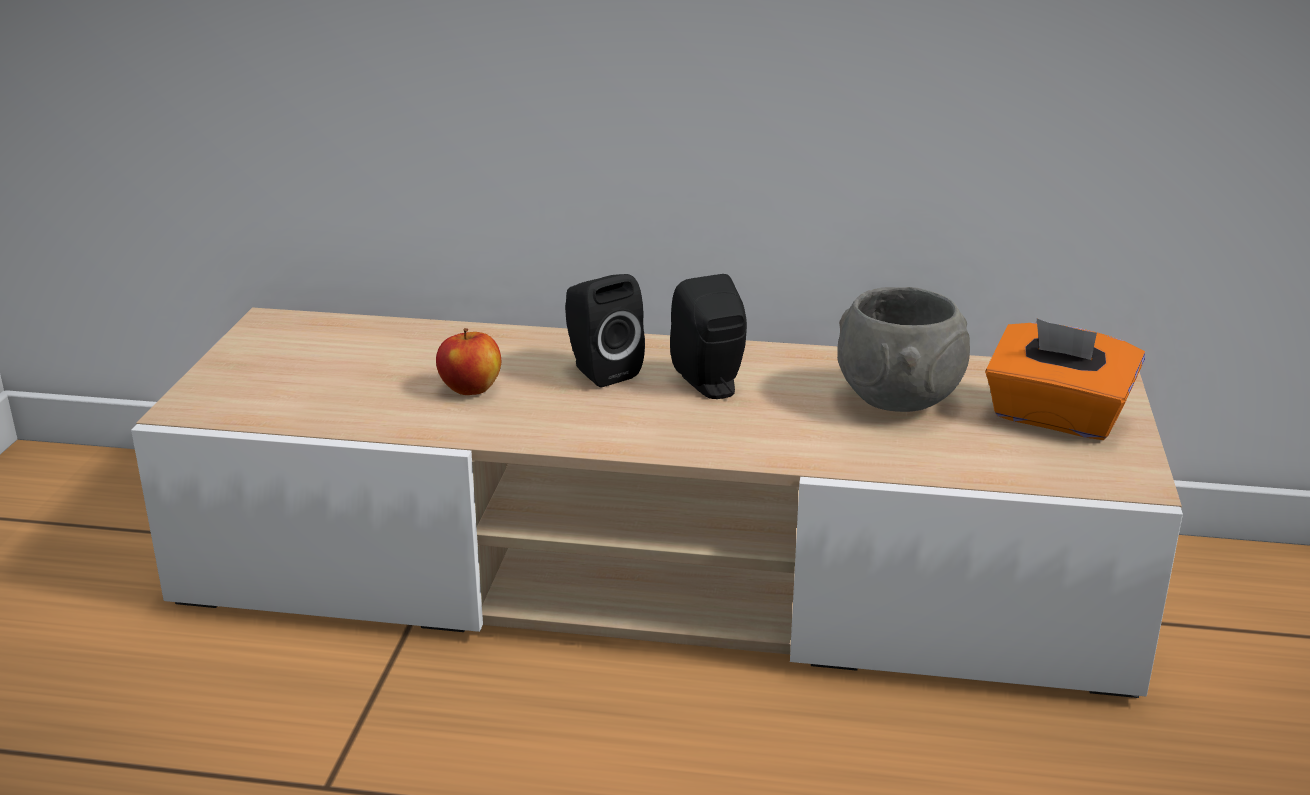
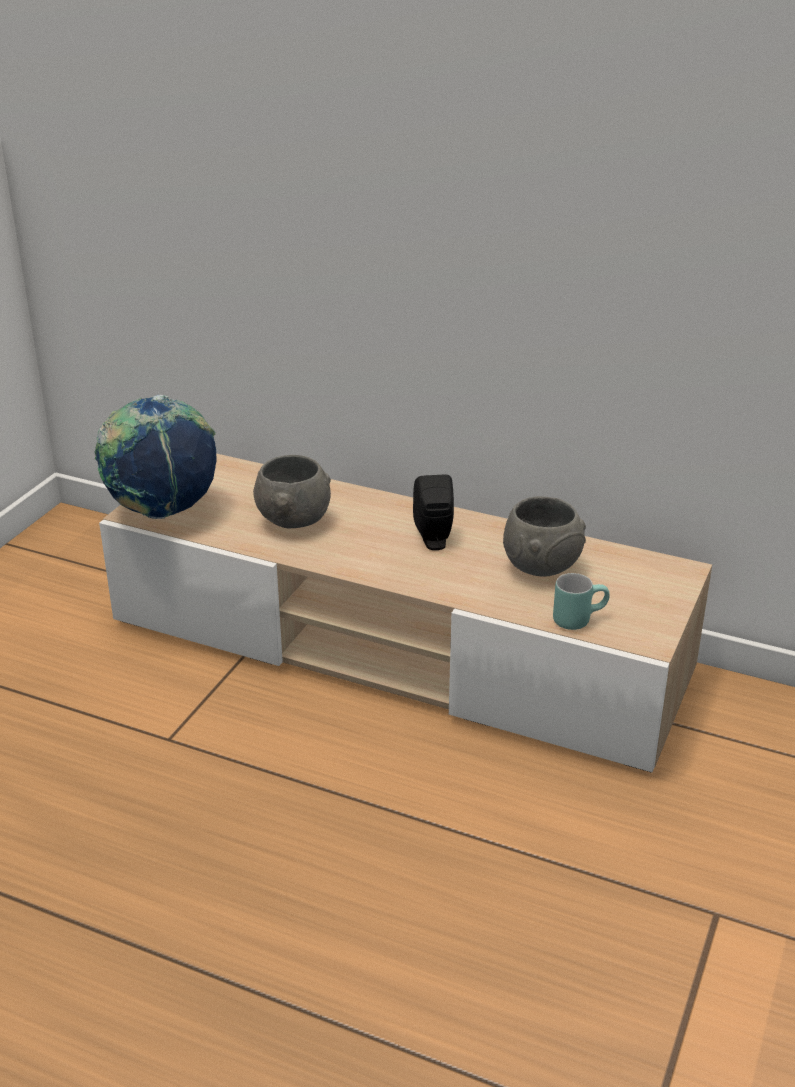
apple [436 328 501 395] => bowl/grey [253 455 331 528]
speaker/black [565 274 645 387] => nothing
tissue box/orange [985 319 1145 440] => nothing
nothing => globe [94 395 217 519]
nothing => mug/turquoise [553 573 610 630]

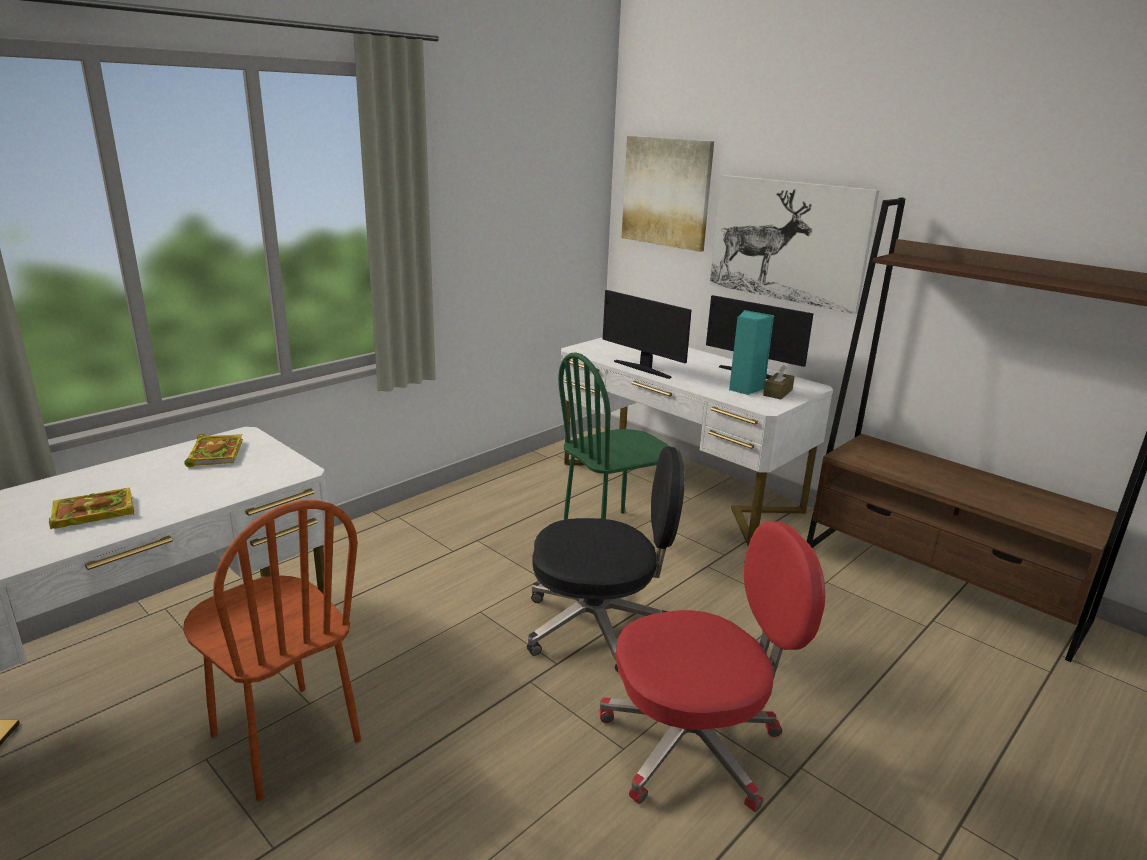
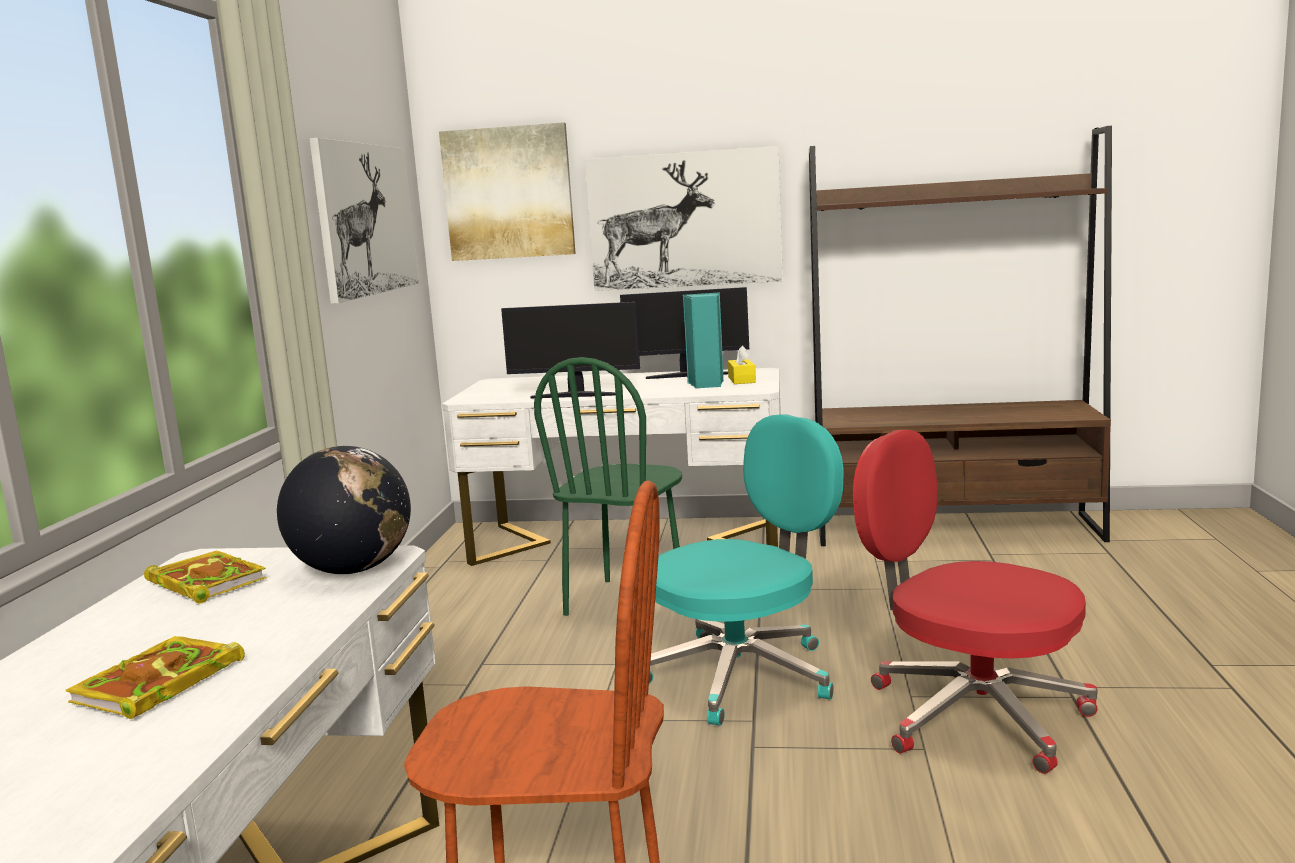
office chair/black [527 446 685 672] => office chair/turquoise [649 415 843 726]
office chair/red [599 521 825 812] => office chair/red [853 430 1098 774], 90 degrees counterclockwise
tissue box/brown [763 365 795 399] => tissue box/yellow [728 346 756 384]
nothing => globe [277 446 411 574]
nothing => picture [309 138 419 304]

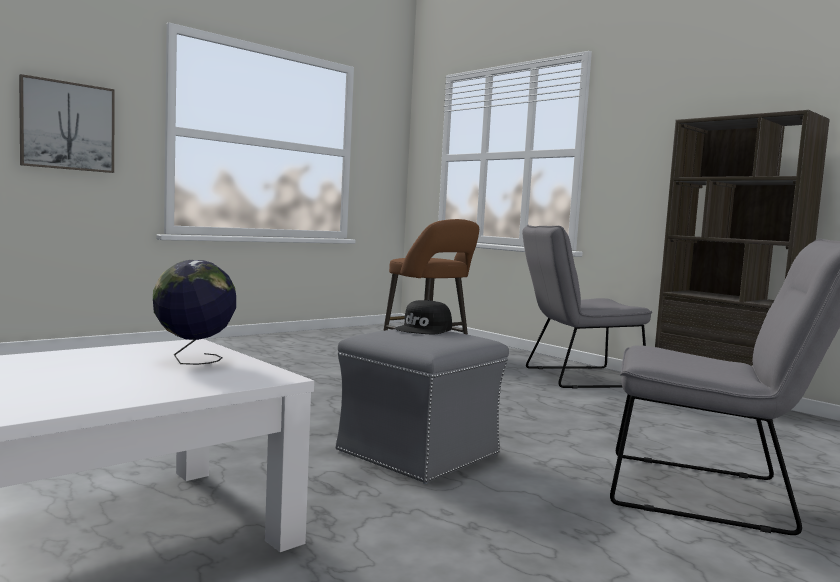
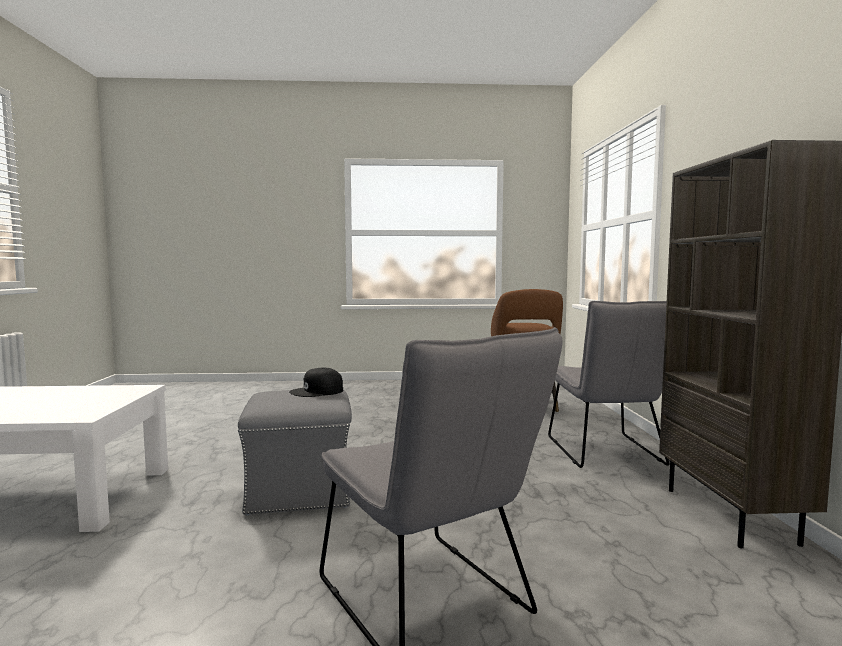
picture [19 74 115 173] => nothing
globe [153 260 236 365] => nothing
chair/grey [522 225 652 389] => chair/grey [548 301 669 468], 120 degrees counterclockwise

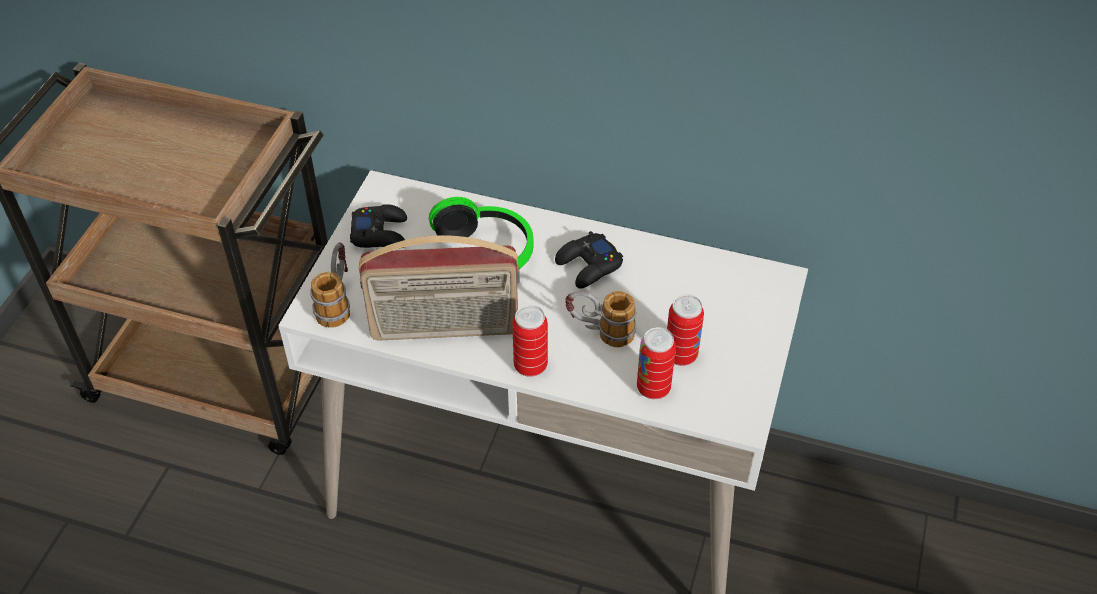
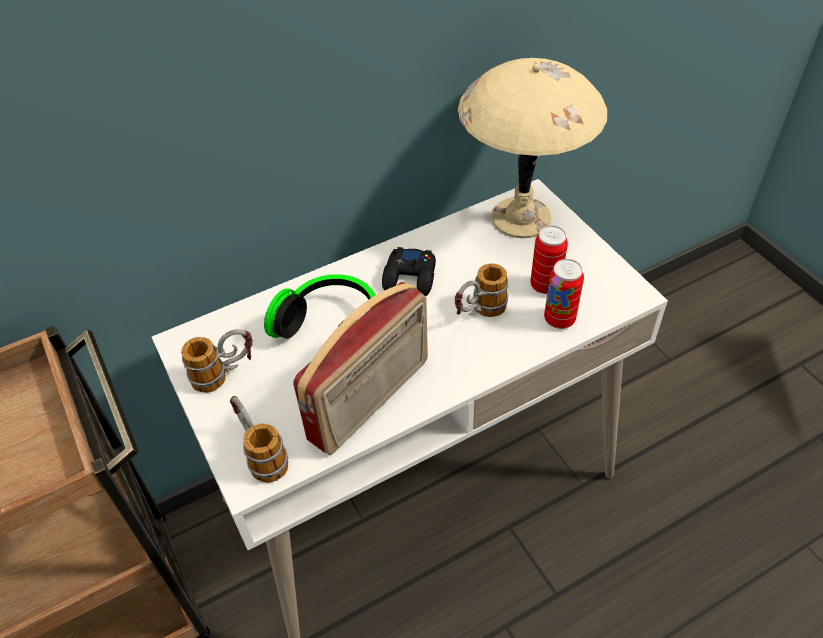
game controller/black [350 204 407 249] => mug [181 329 253 393]
can [512 305 548 377] => nothing
nothing => table lamp/beige [458 58 607 238]

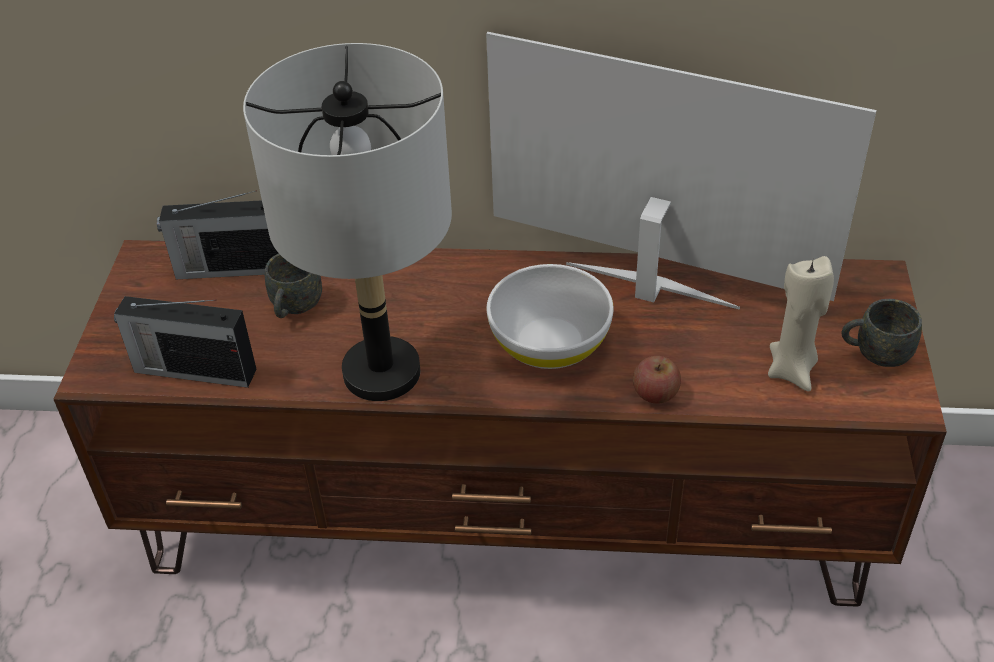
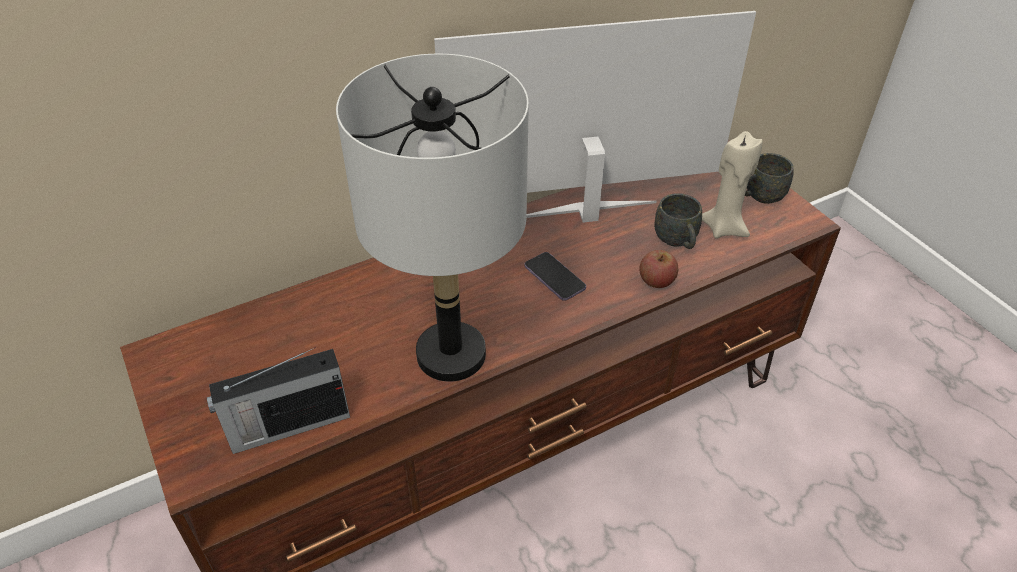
radio [157 190 278 279] => nothing
mug/grey [265 253 322 318] => mug/grey [654 193 702 249], relocated
bowl/white [487 264 614 369] => phone [525 252 586 301]

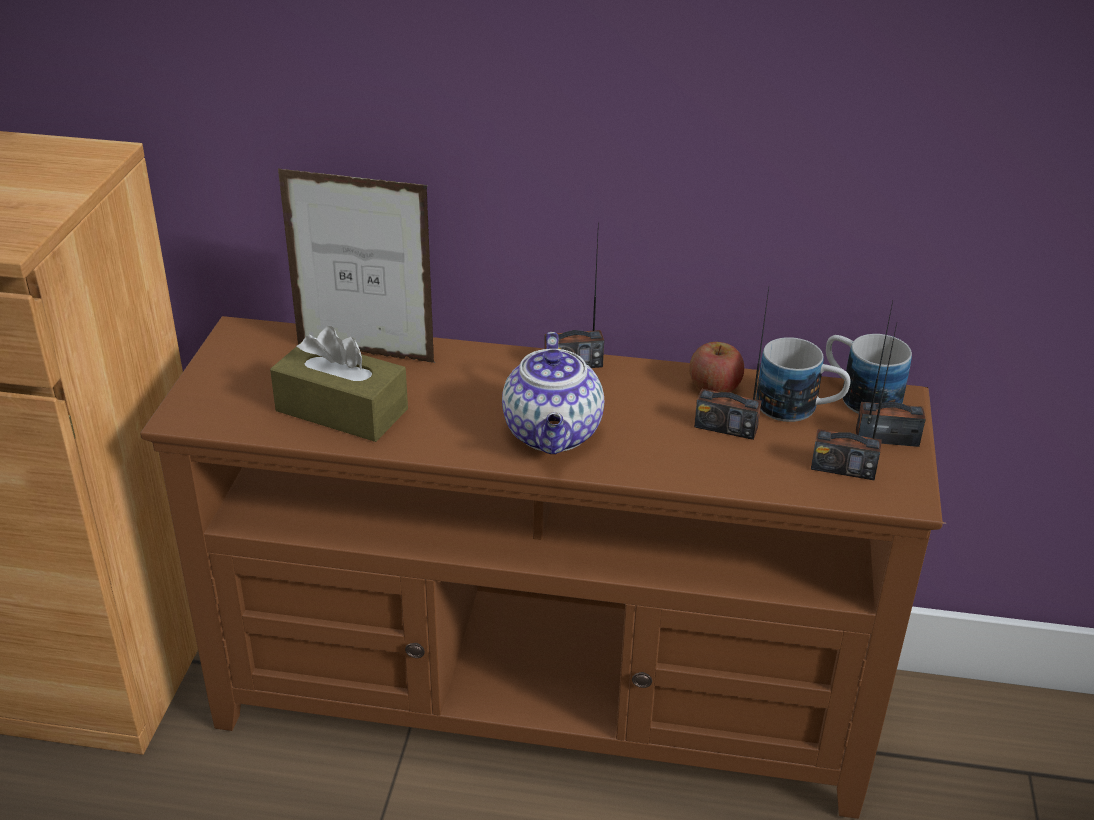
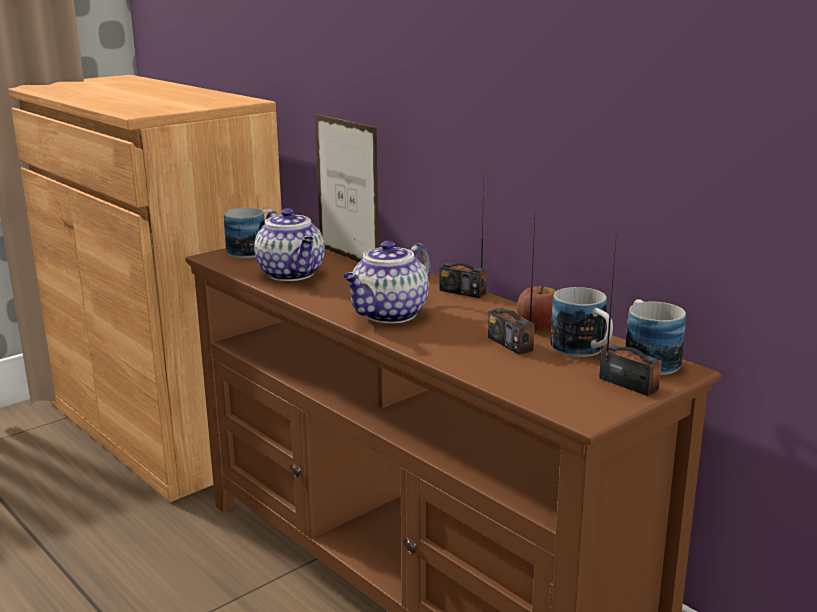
tissue box/brown [270 326 408 442] => teapot [254 208 325 281]
radio [811 323 897 481] => nothing
nothing => mug [224 208 272 258]

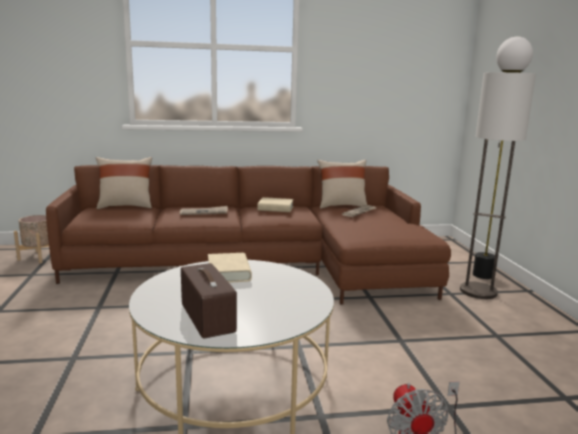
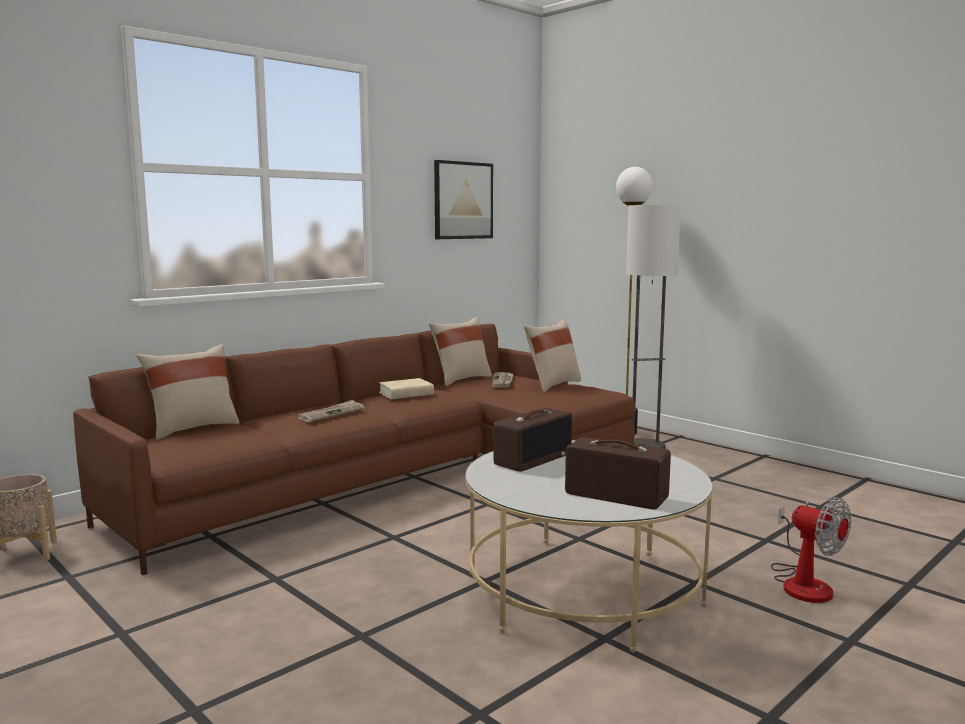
book/beige [208 253 252 283] => radio [494 408 572 472]
nothing => picture [434 160 493 239]
nothing => pillow/beige [524 319 581 392]

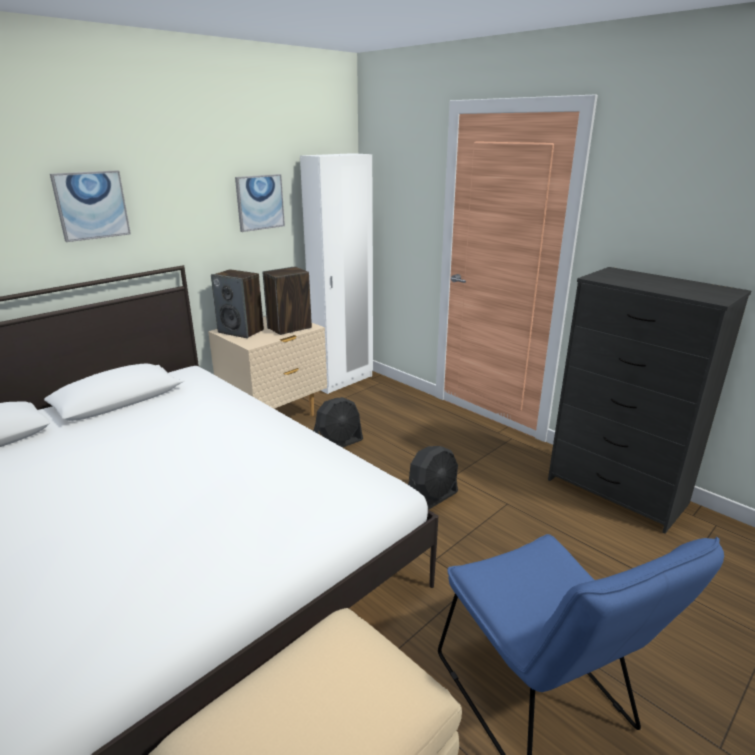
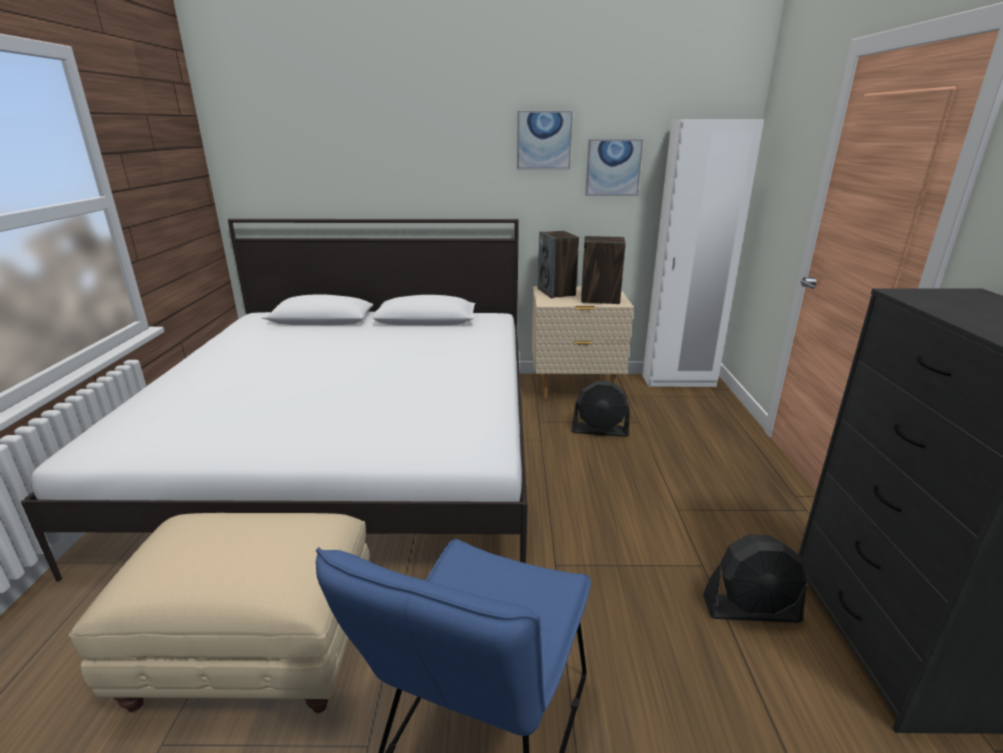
picture [50 170 131 242] => picture [517 111 573 169], relocated
fan/black [408 446 458 510] => fan/black [703 535 808 623], relocated

